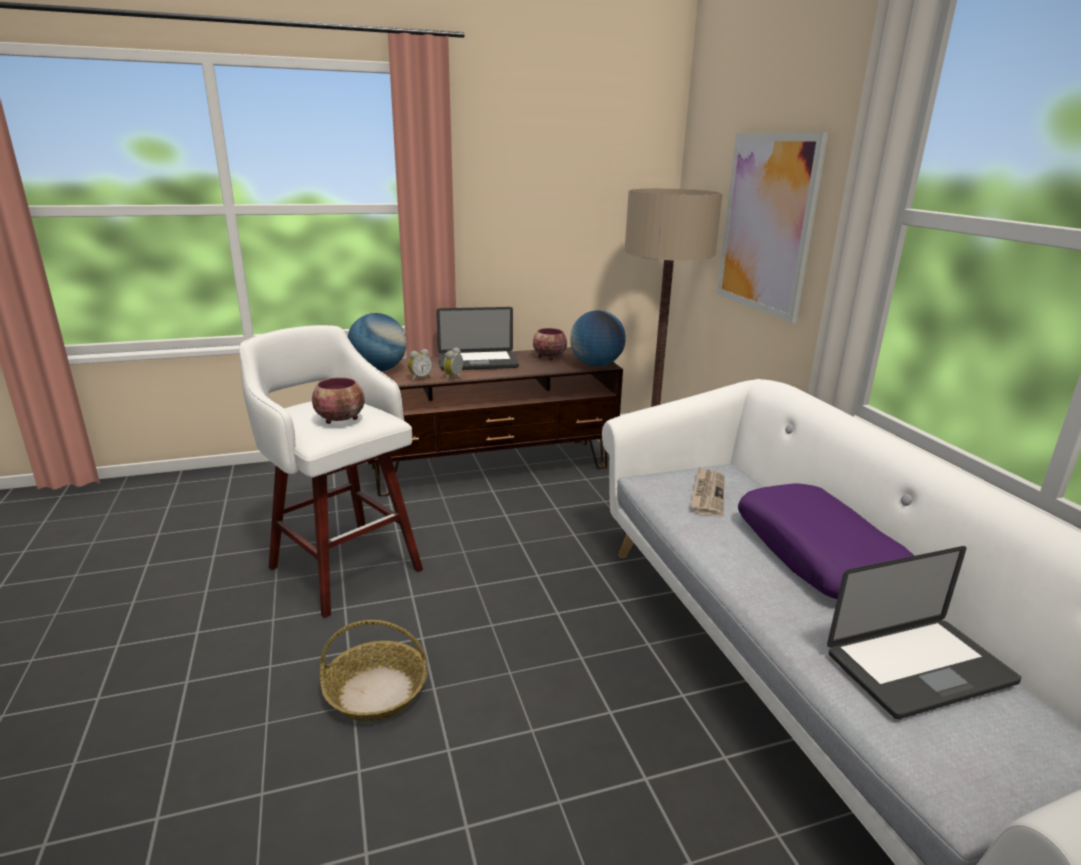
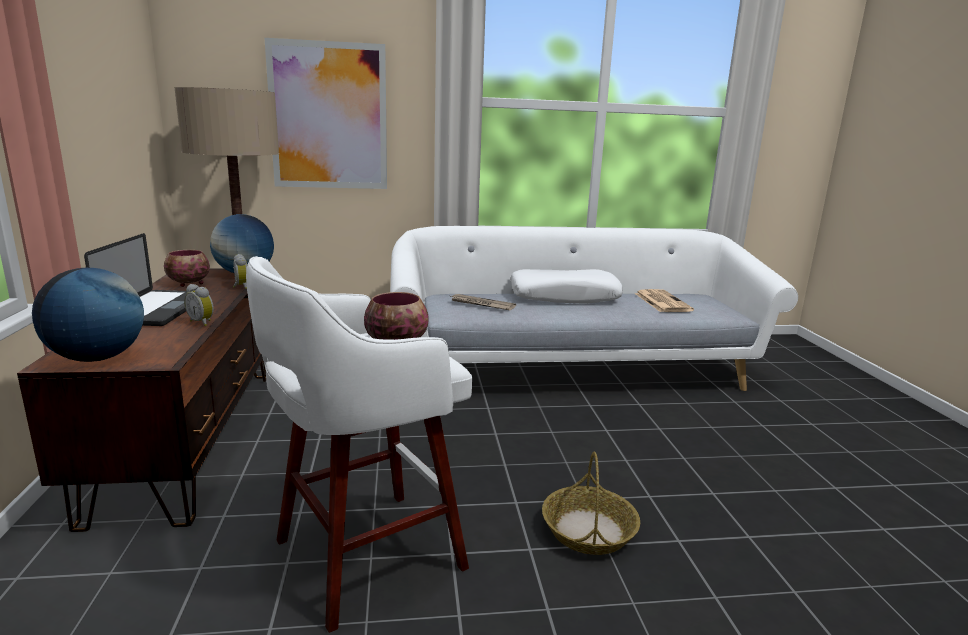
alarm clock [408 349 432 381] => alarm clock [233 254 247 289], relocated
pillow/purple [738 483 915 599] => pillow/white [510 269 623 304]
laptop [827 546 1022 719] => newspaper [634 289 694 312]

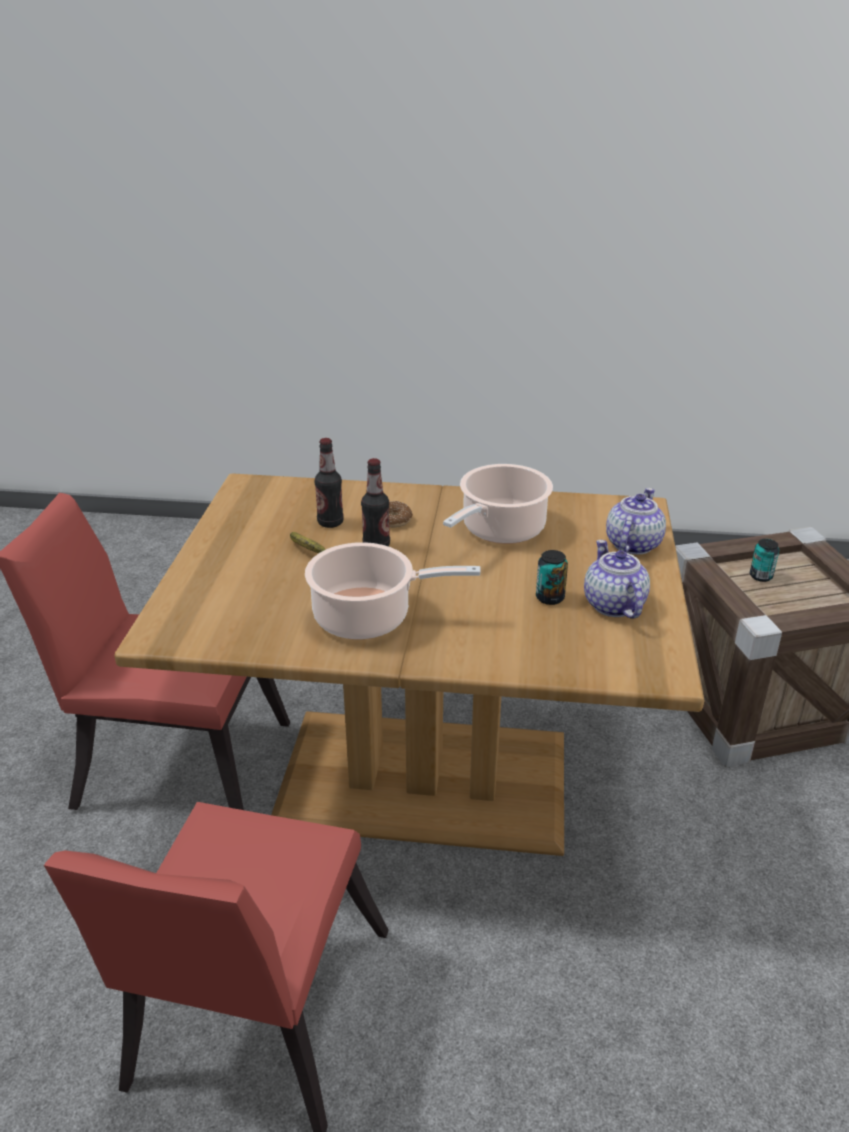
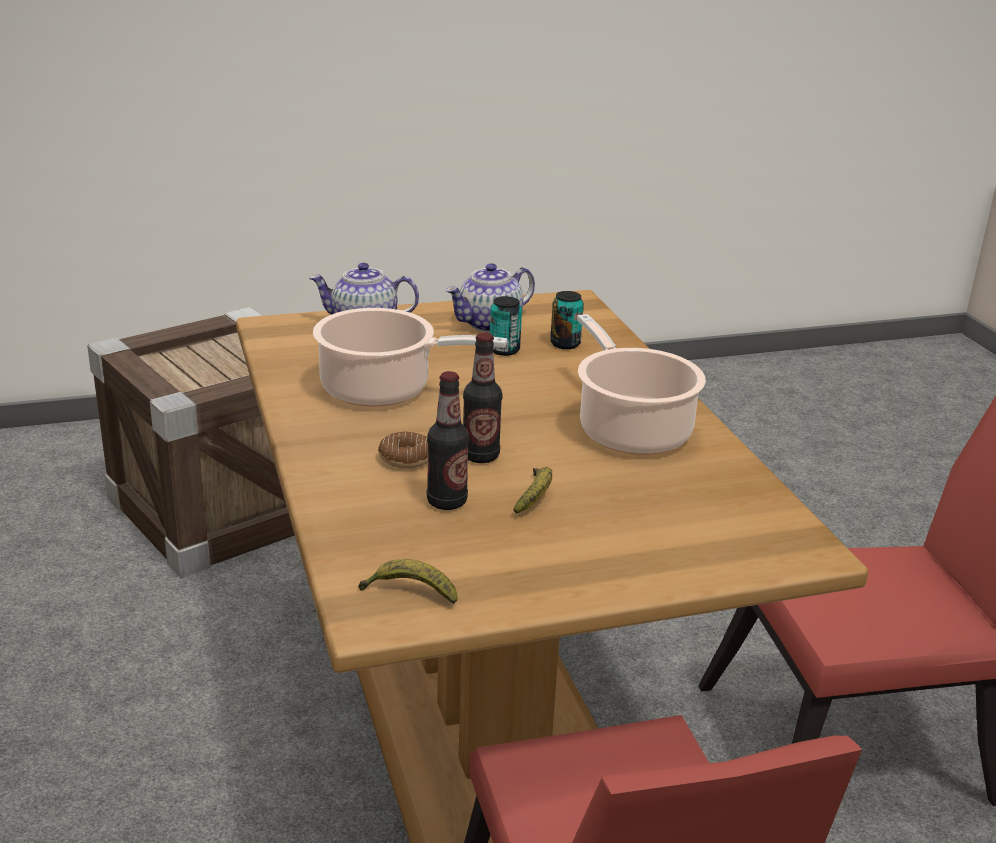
can [750 539 779 582] => can [550 291 584 349], relocated
nothing => banana [358 559 458 604]

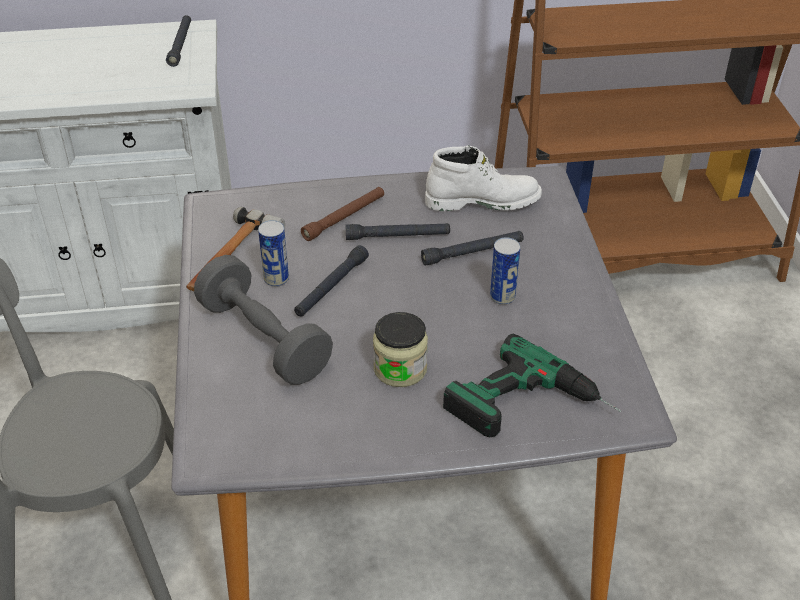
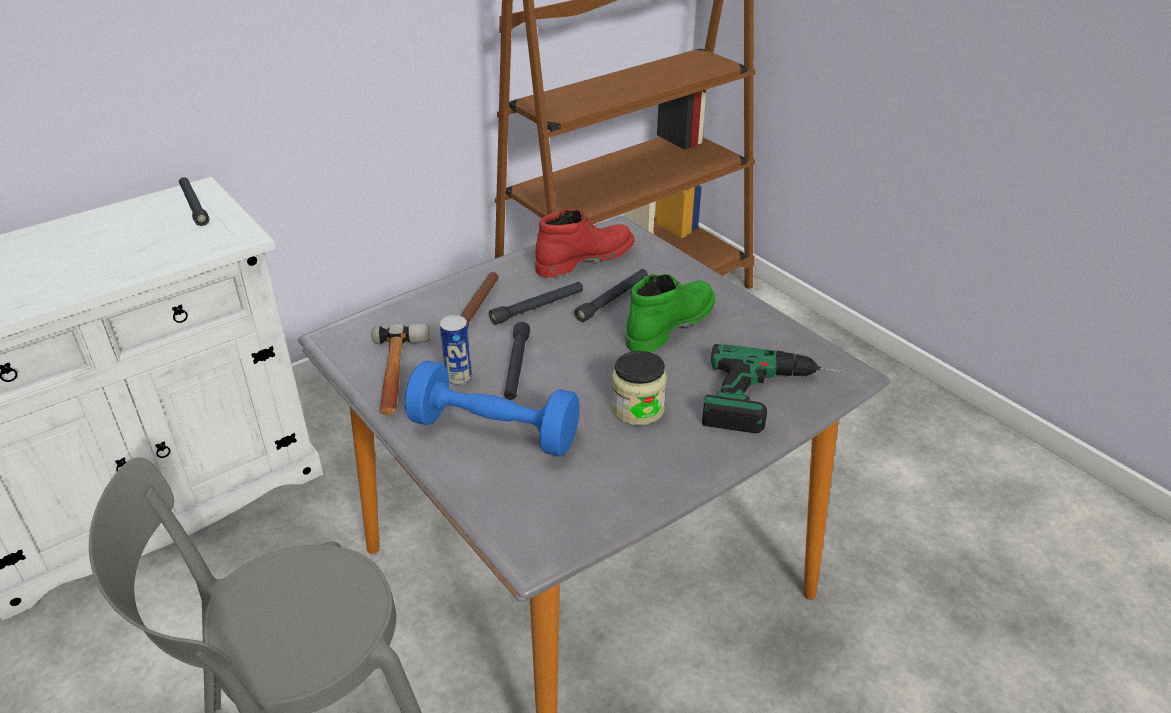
dumbbell/grey [194 255 333 385] => dumbbell/blue [405 361 580 457]
boot/white [425 146 542 211] => boot/red [535 209 634 278]
can [490 237 520 305] => boot/green [626 274 715 353]

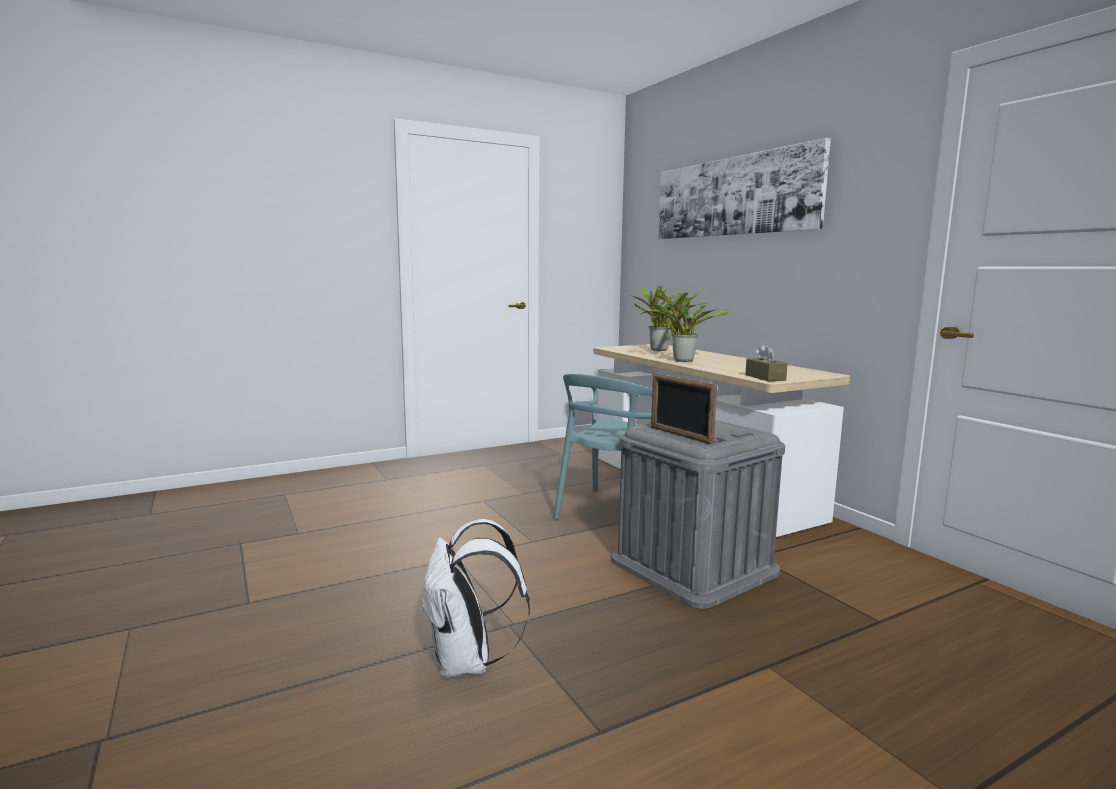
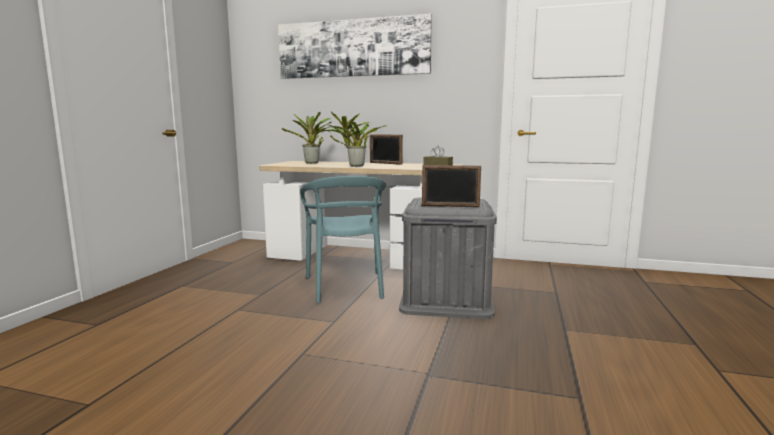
backpack/white [421 519 530 678] => nothing
nothing => picture frame [370 134 403 165]

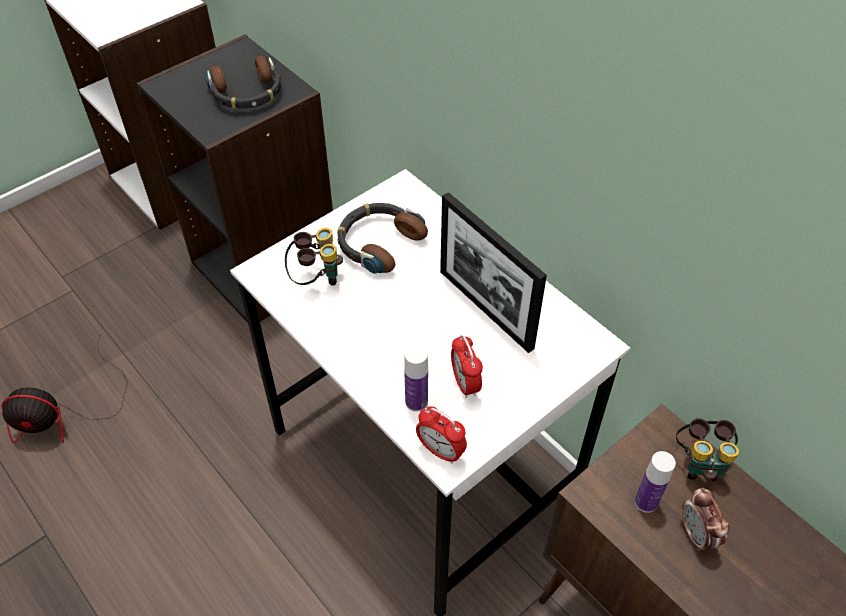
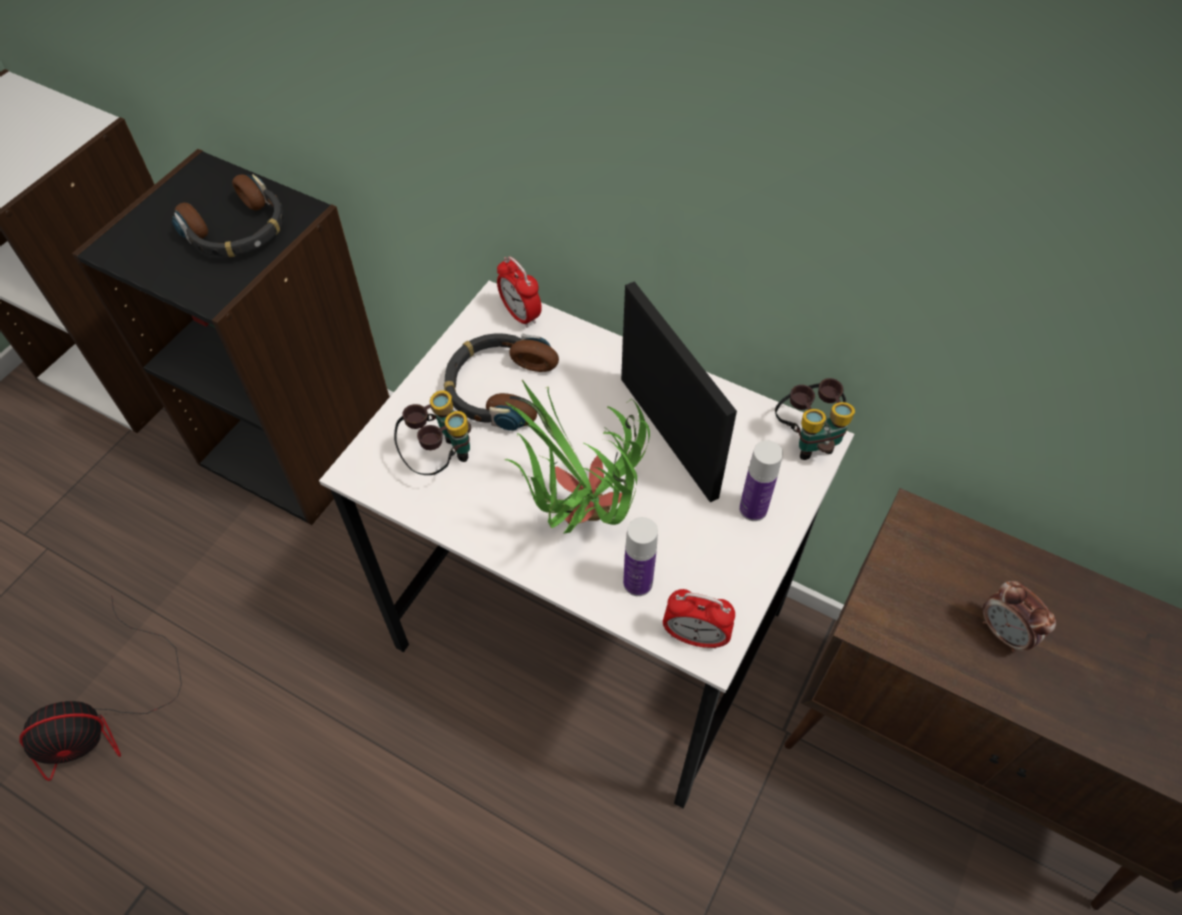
picture frame [440 192 547 353] => picture frame [621 281 737 502], 150 degrees counterclockwise
alarm clock [451 335 483 398] => alarm clock [497 256 542 328], relocated
bottle [635 451 676 513] => bottle [739 440 783 521], relocated
binoculars [676 418 739 481] => binoculars [775 378 855 460], relocated
nothing => potted plant [505 380 650 534]

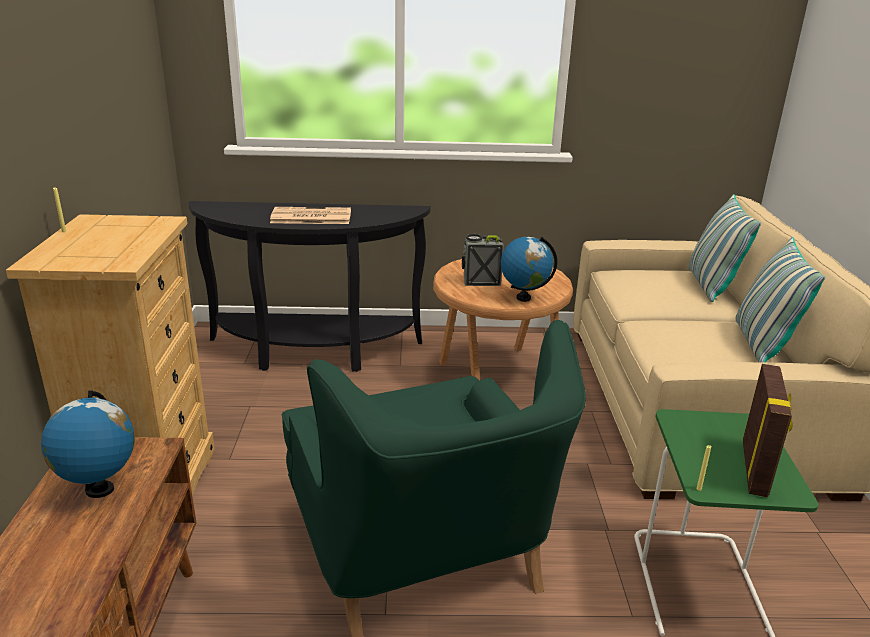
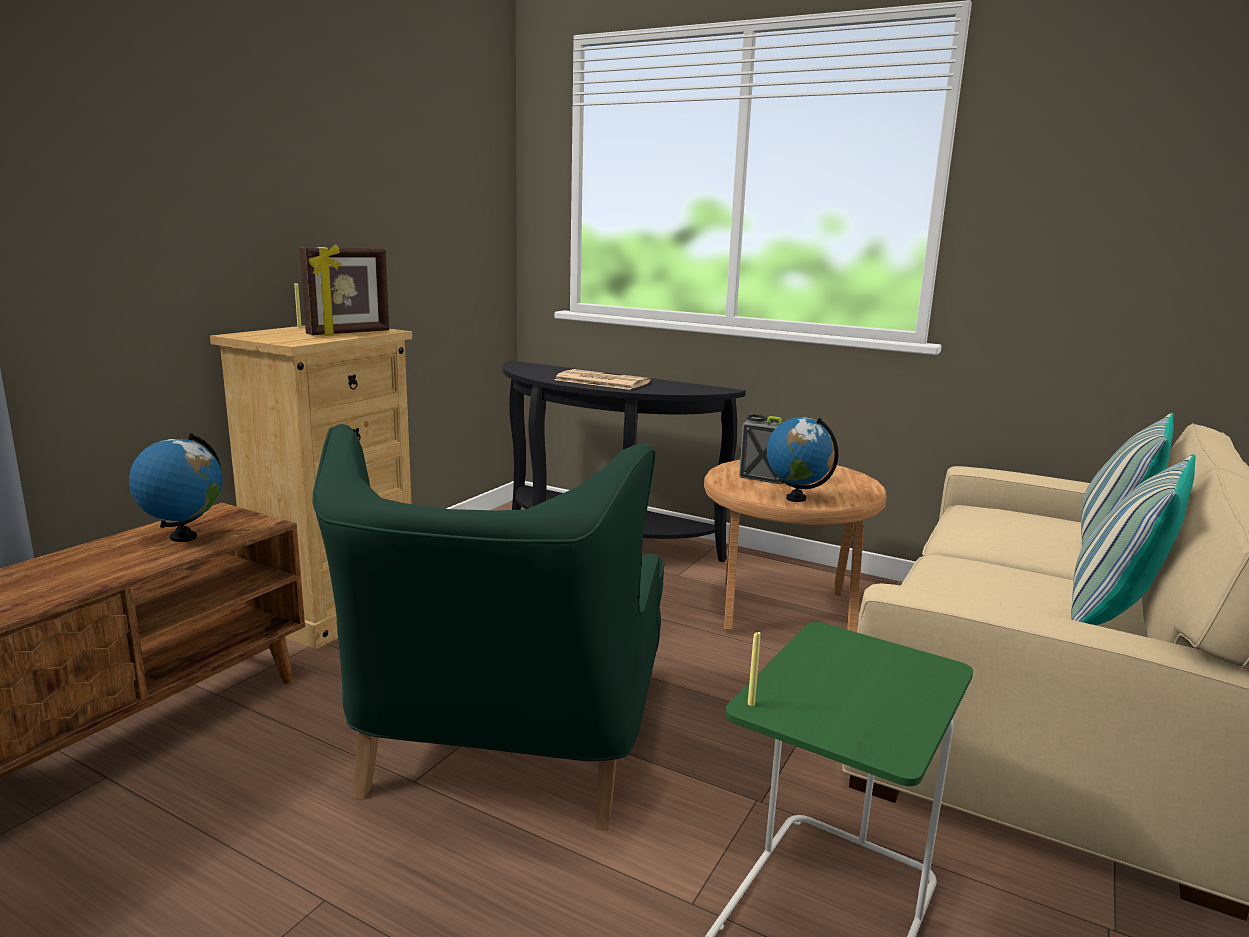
picture frame [743 364 793 497] => picture frame [300 244 389 336], relocated

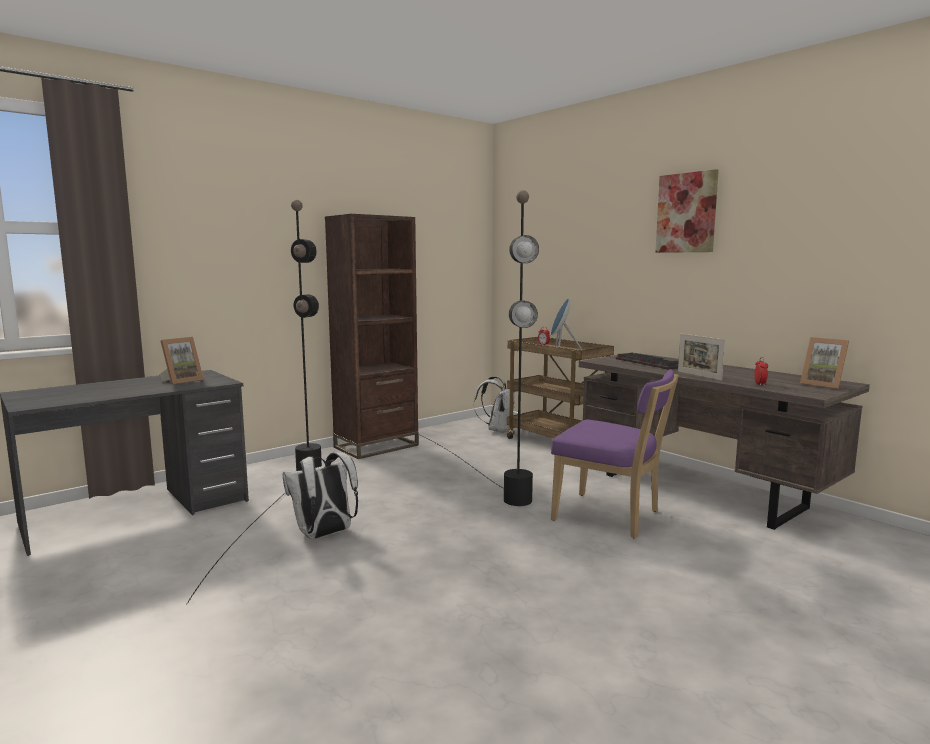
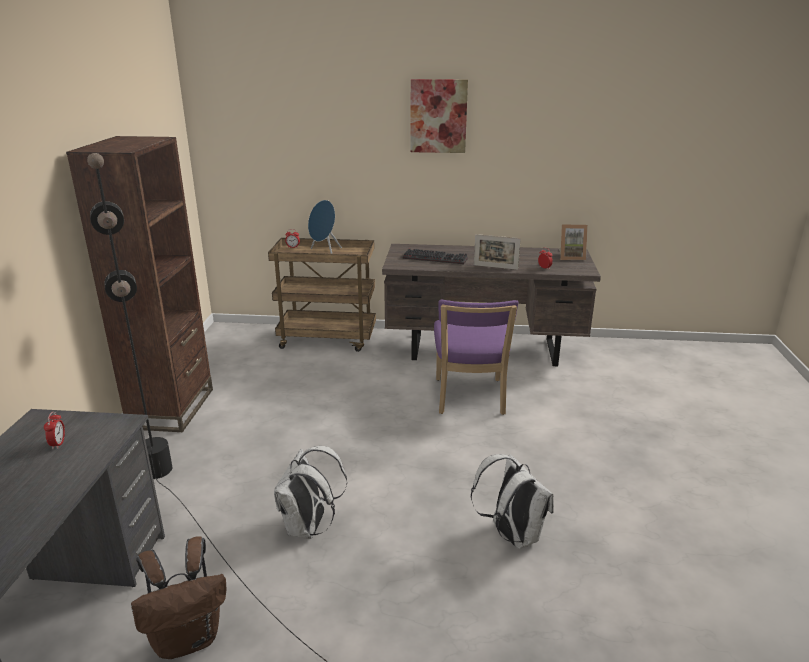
picture frame [159 337 204 385] => alarm clock [44 412 65 449]
floor lamp/black [423 190 539 506] => nothing
backpack/white [474 376 515 433] => backpack/white [471 454 554 549], relocated
chair/purple [551 369 679 539] => chair/purple [434 300 519 415], 105 degrees clockwise
nothing => backpack/brown [131 536 226 659]

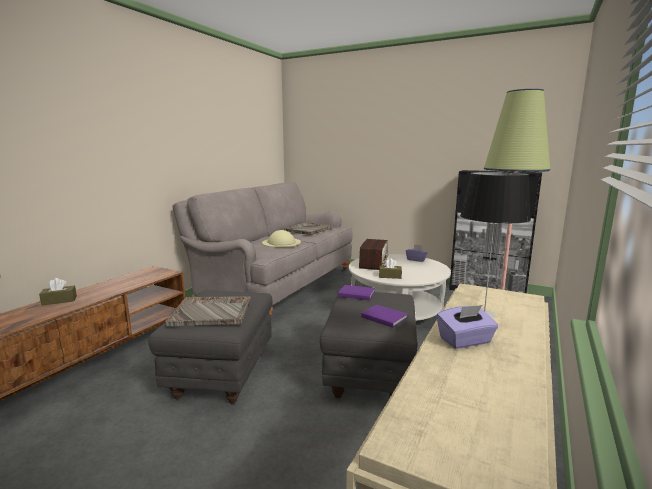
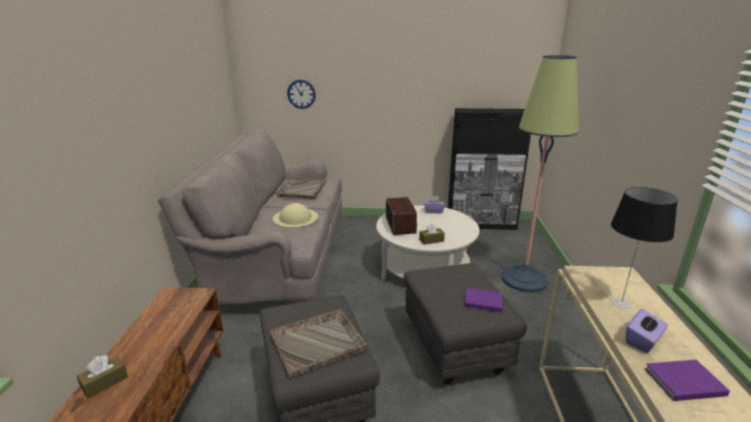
book/purple [338 285 375 300] => book/purple [645 360 730 401], relocated
nothing => wall clock [287 80 316 109]

